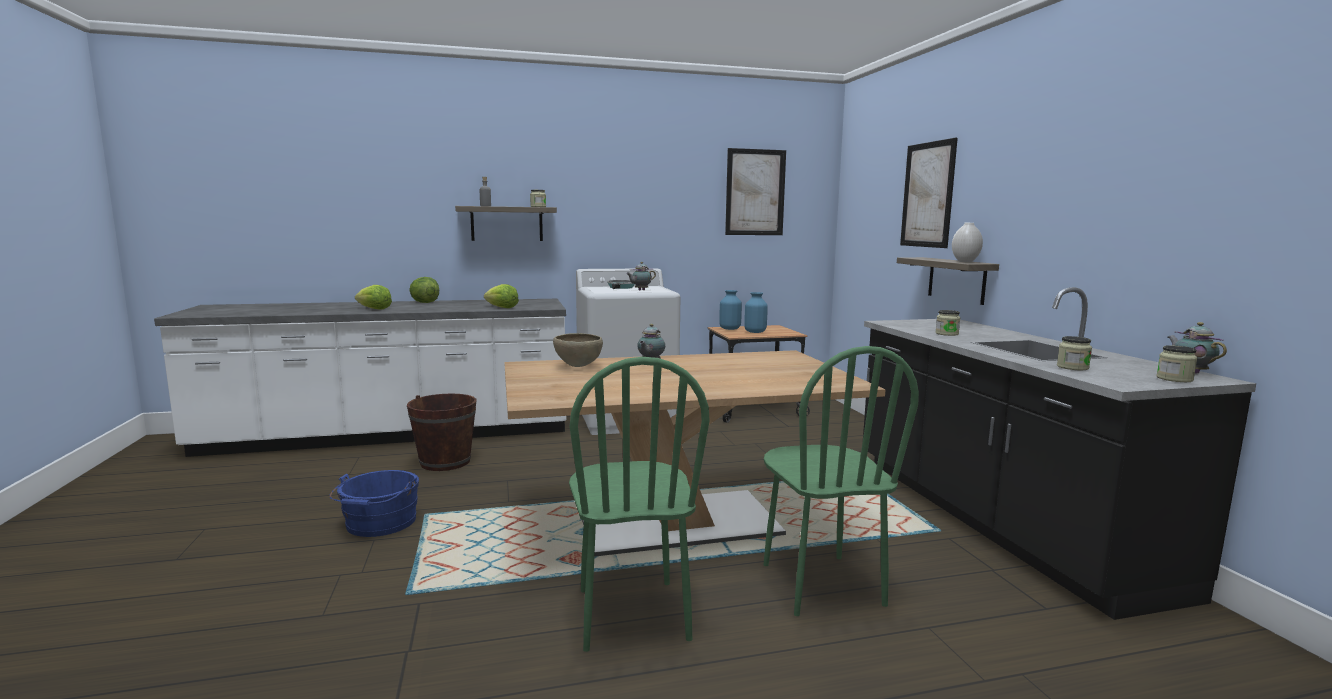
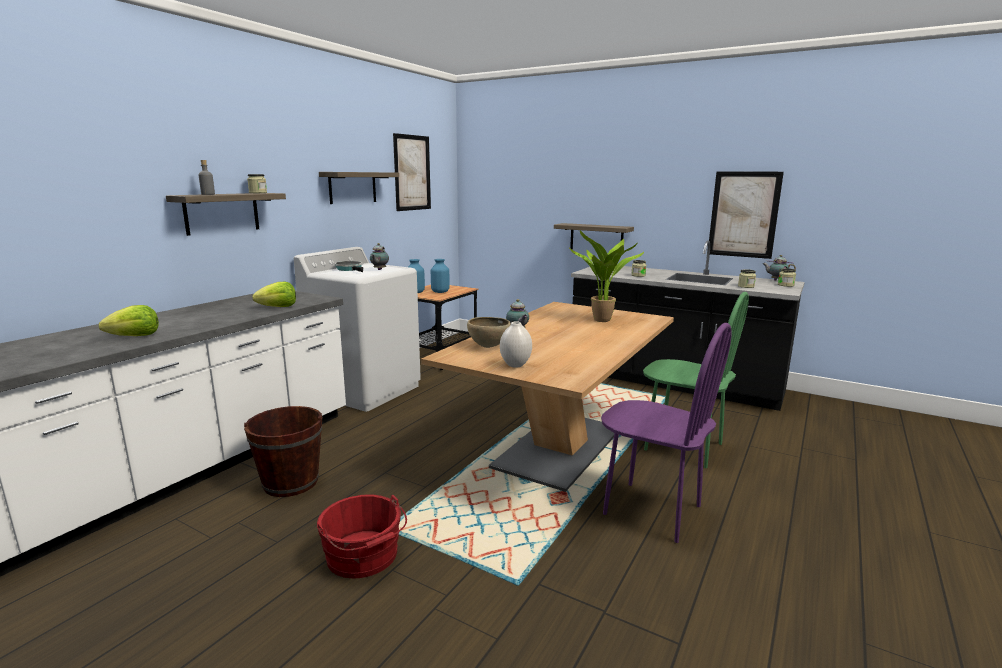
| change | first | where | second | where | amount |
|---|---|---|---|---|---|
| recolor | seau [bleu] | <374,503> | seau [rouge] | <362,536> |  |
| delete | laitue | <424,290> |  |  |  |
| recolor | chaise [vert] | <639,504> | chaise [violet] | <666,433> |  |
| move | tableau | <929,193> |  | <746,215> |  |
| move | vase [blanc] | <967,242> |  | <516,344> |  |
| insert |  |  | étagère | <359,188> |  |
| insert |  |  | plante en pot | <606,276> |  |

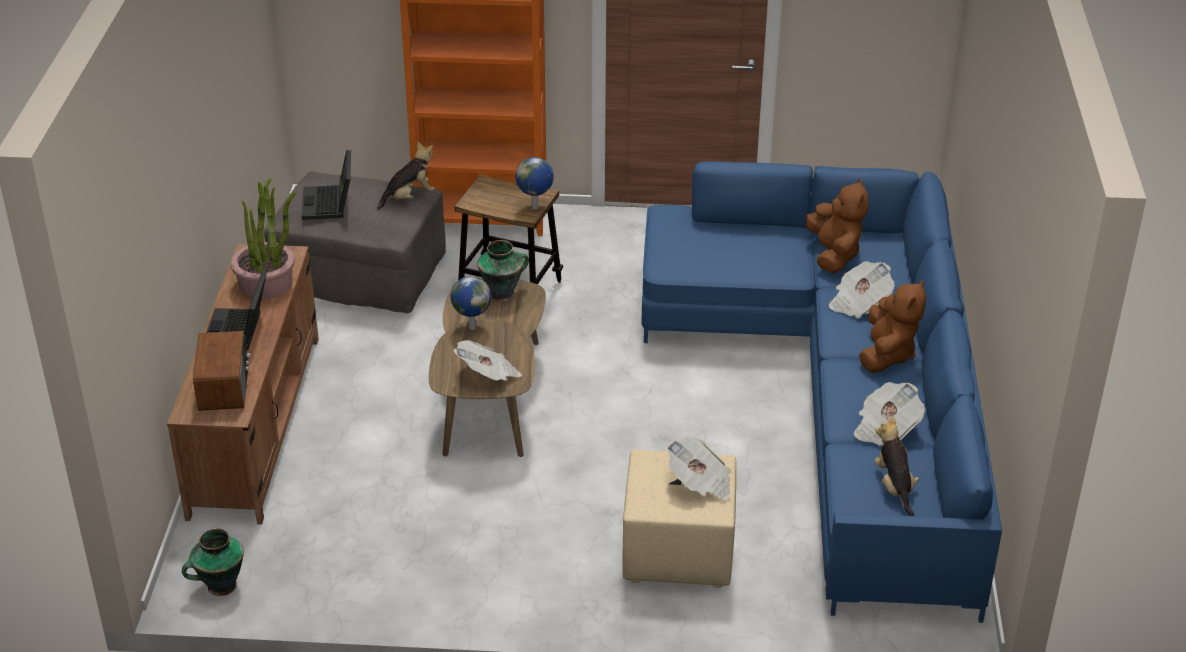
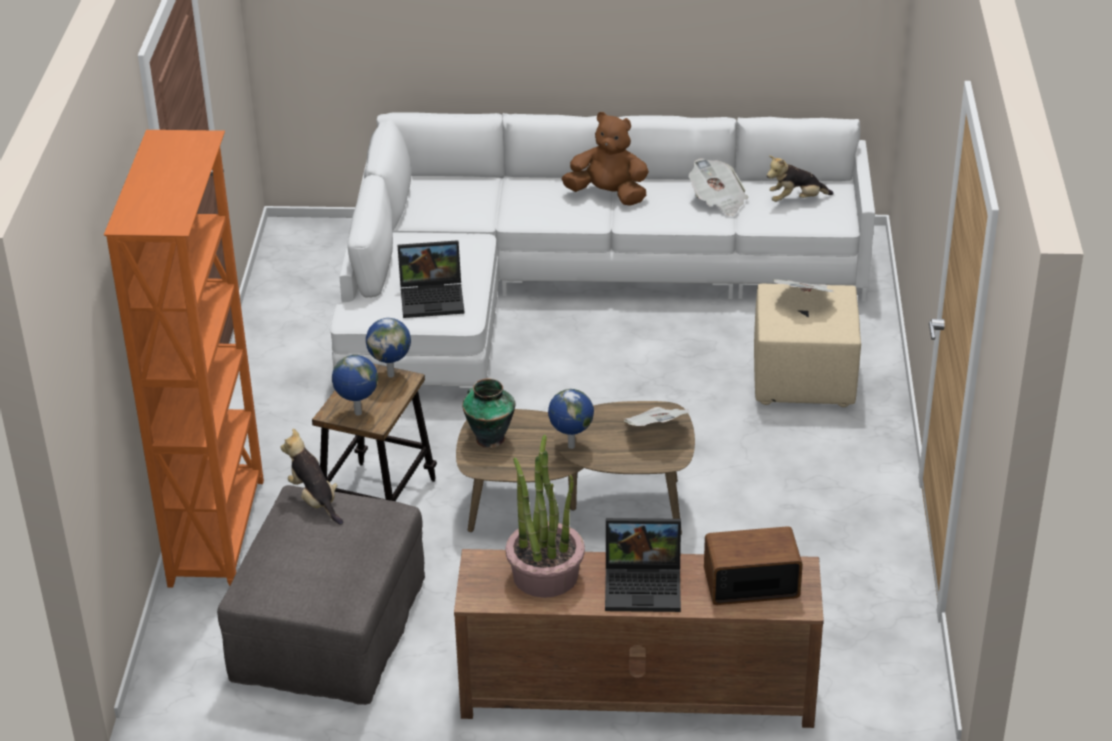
| change | first | where | second | where | amount |
|---|---|---|---|---|---|
| delete | vase | <213,562> |  |  |  |
| move | ordinateur portable | <326,185> |  | <431,279> |  |
| recolor | canapé [bleu] | <821,392> | canapé [blanc] | <602,250> |  |
| delete | peluche [marron] | <837,225> |  |  |  |
| delete | journal | <862,289> |  |  |  |
| insert |  |  | globe | <355,385> |  |

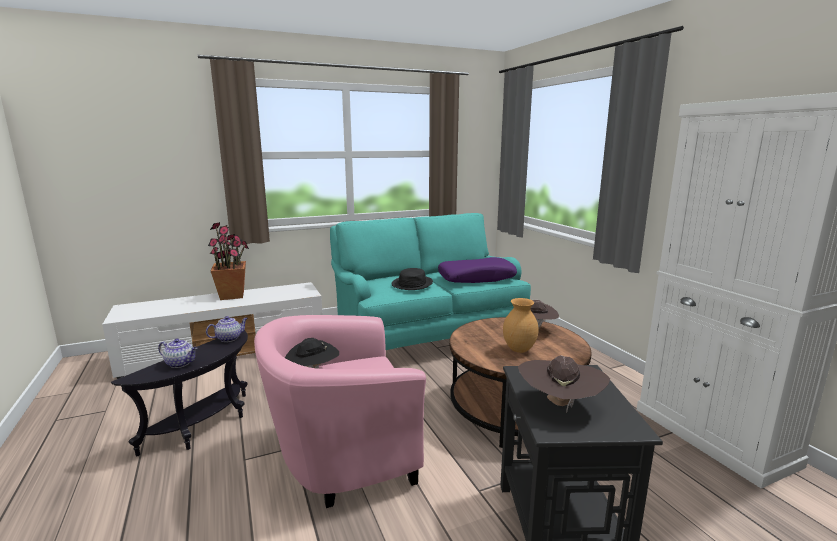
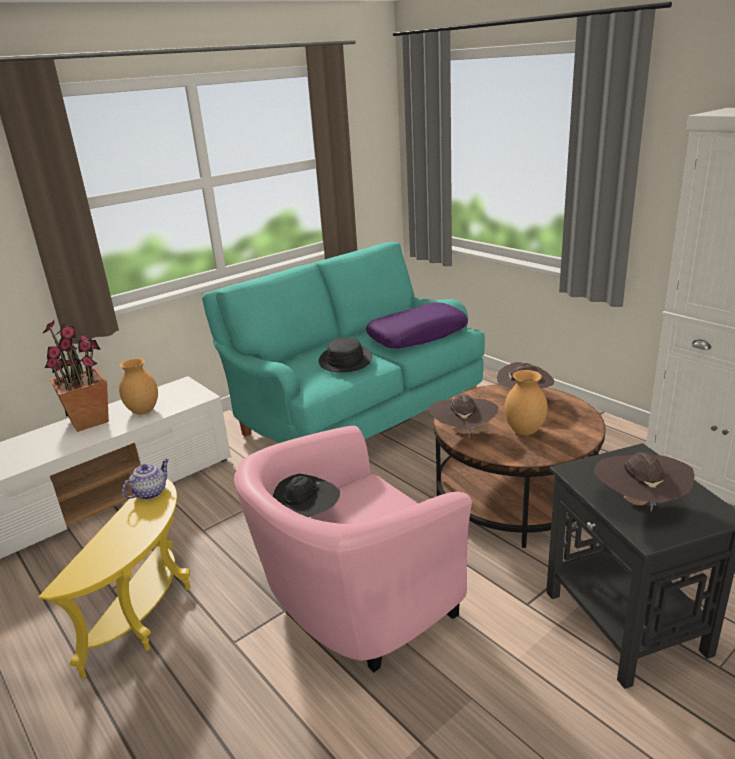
| change | first | where | second | where | amount |
|---|---|---|---|---|---|
| recolor | table d'appoint [noir] | <179,393> | table d'appoint [jaune] | <114,579> |  |
| delete | théière | <177,353> |  |  |  |
| insert |  |  | vase [marron] | <138,386> |  |
| insert |  |  | chapeau [marron] | <463,415> |  |

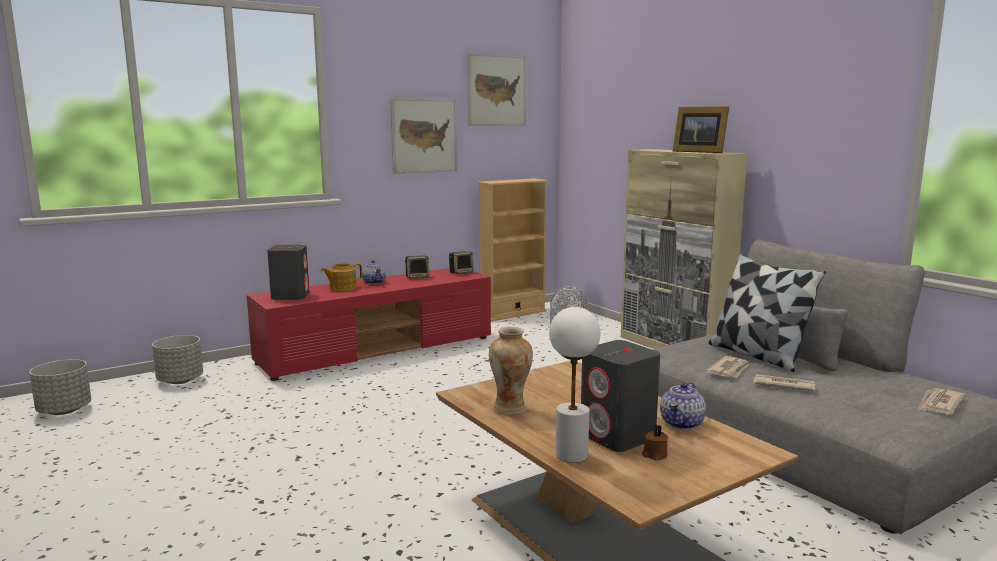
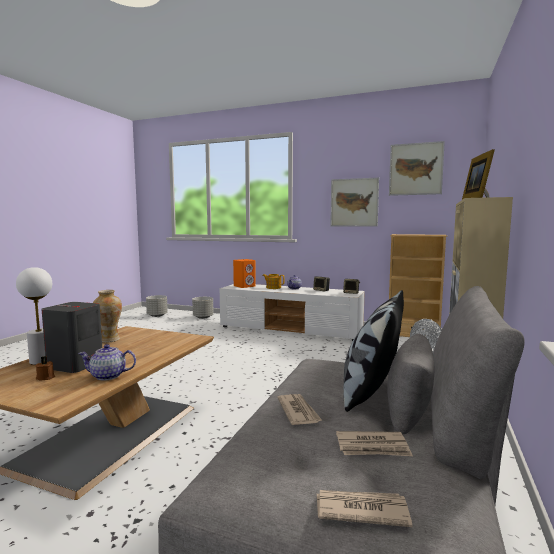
| change | first | where | second | where | amount |
|---|---|---|---|---|---|
| recolor | meuble télé [rouge] | <369,324> | meuble télé [blanc] | <292,312> |  |
| recolor | enceinte [gris] | <288,272> | enceinte [orange] | <244,273> |  |
| move | journal | <727,367> |  | <374,443> |  |

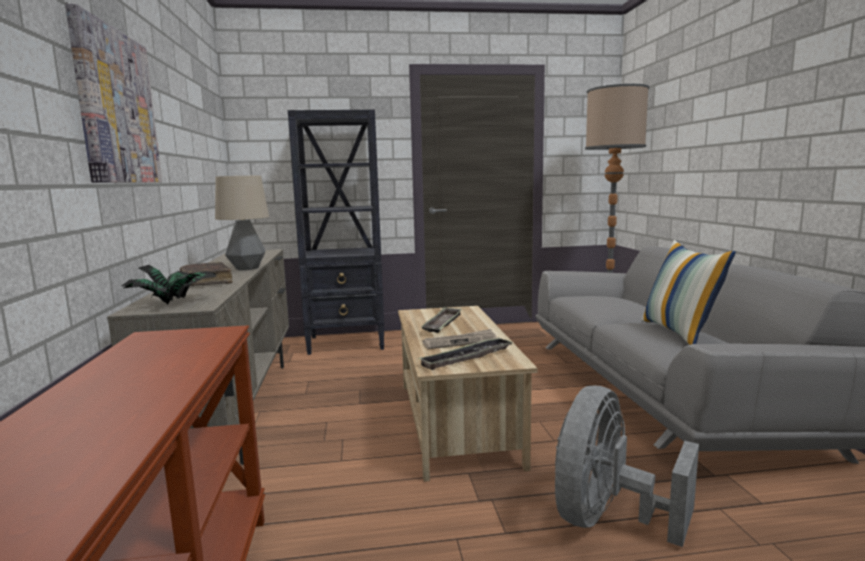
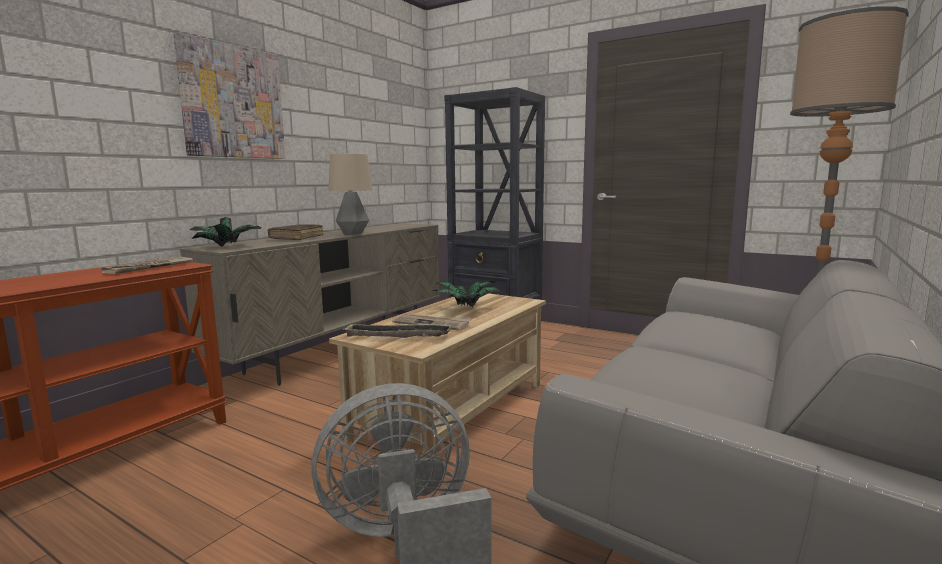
| change | first | where | second | where | amount |
|---|---|---|---|---|---|
| replace | plateau | <442,320> | plante en pot | <466,294> |  |
| delete | coussin | <688,292> |  |  |  |
| insert |  |  | journal | <147,265> |  |

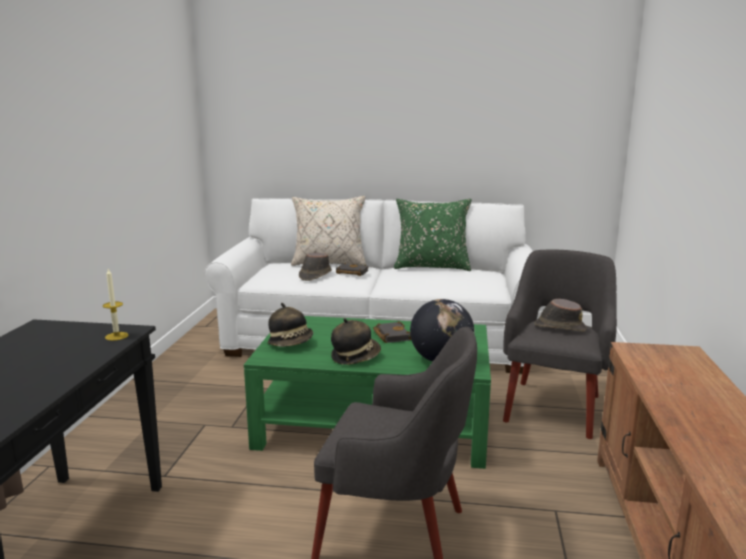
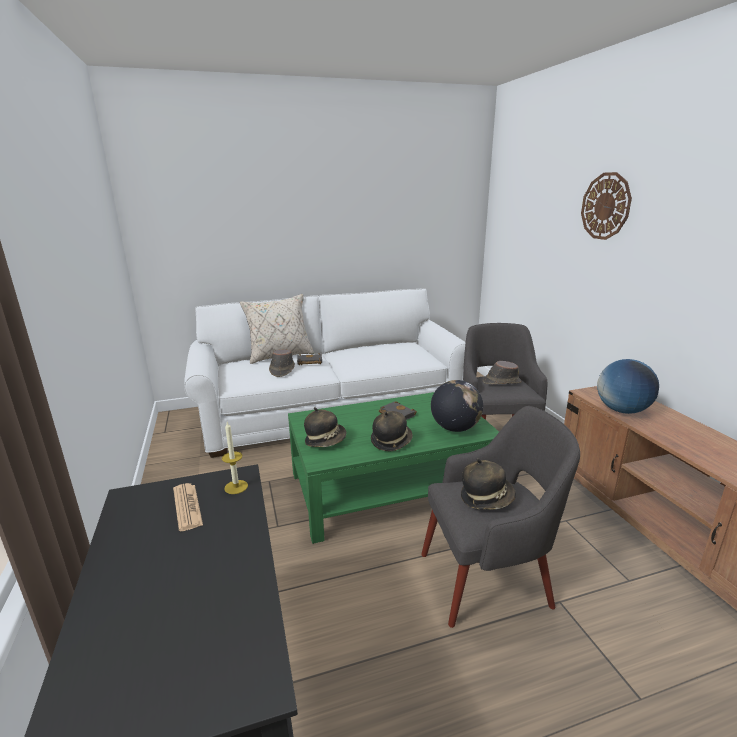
| change | first | where | second | where | amount |
|---|---|---|---|---|---|
| delete | coussin [vert] | <432,235> |  |  |  |
| insert |  |  | journal | <188,507> |  |
| insert |  |  | chapeau | <488,483> |  |
| insert |  |  | horloge murale | <606,206> |  |
| insert |  |  | globe | <628,386> |  |

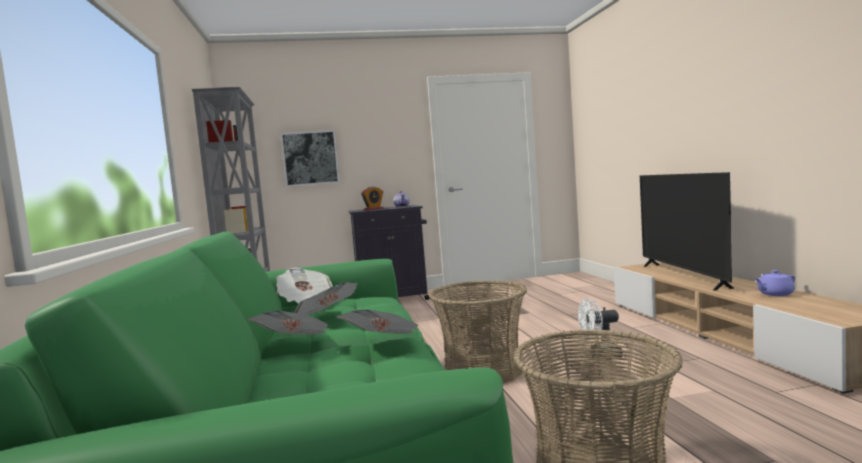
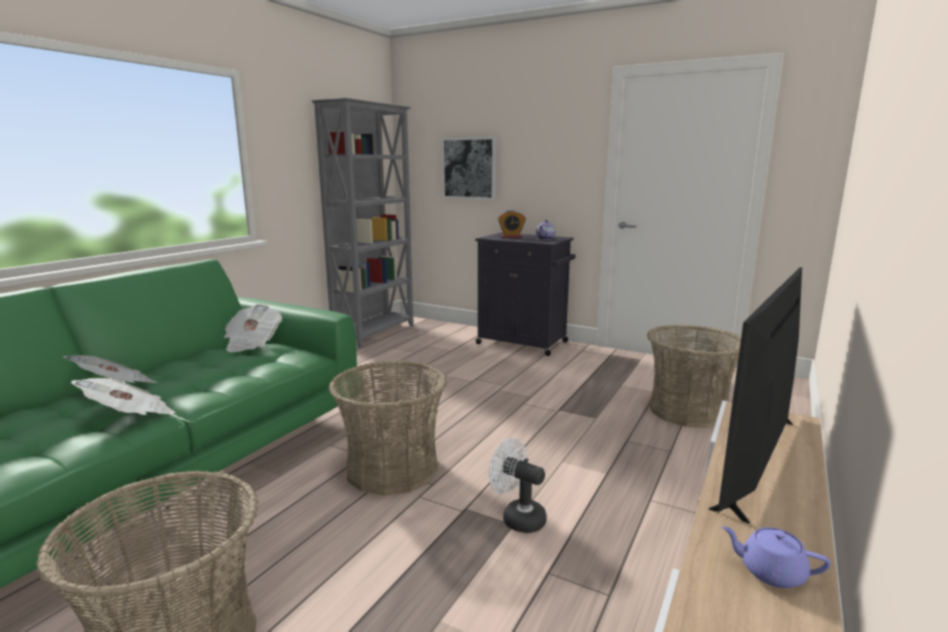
| change | first | where | second | where | amount |
|---|---|---|---|---|---|
| delete | journal | <326,298> |  |  |  |
| insert |  |  | panier | <694,376> |  |

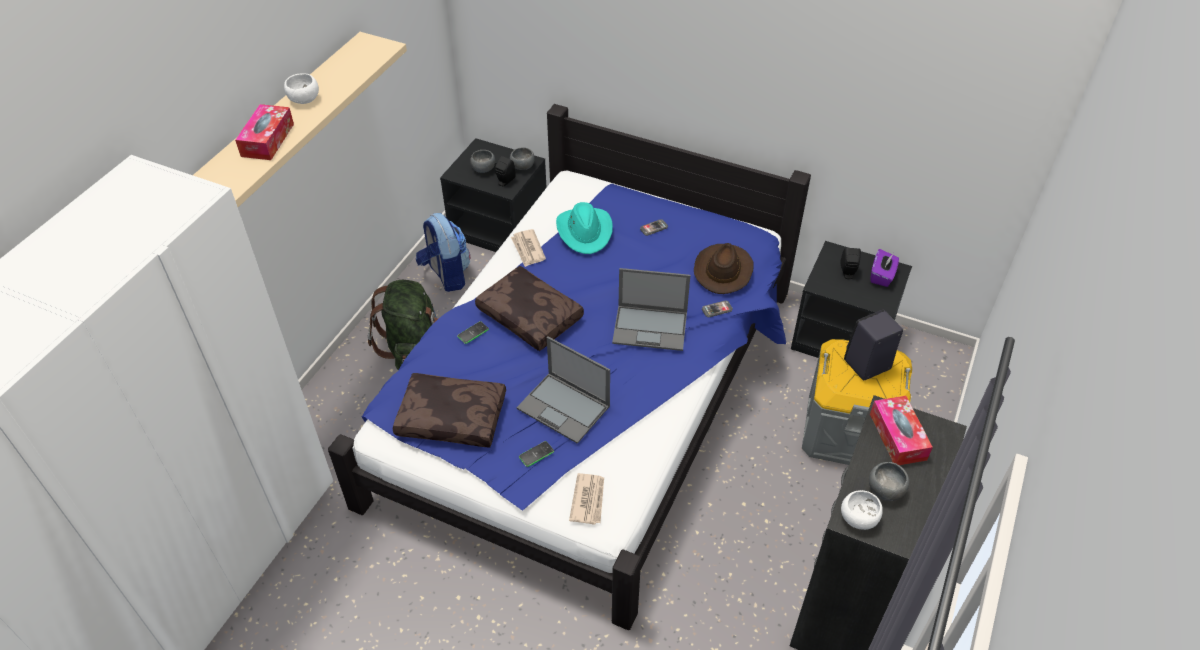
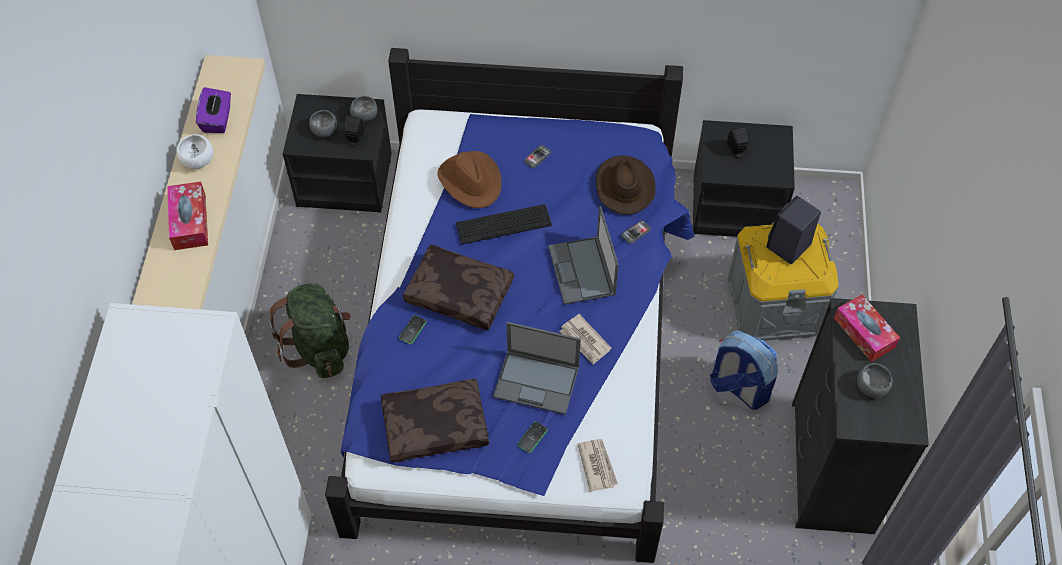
| change | first | where | second | where | amount |
|---|---|---|---|---|---|
| move | sac à dos | <443,252> |  | <743,370> |  |
| move | journal | <528,248> |  | <585,339> |  |
| recolor | chapeau [turquoise] | <584,228> | chapeau [marron] | <469,179> |  |
| rotate | ordinateur portable | <651,309> |  | <583,255> | 90 degrees clockwise |
| delete | bol [blanc] | <862,510> |  |  |  |
| move | boîte à mouchoirs [violet] | <884,268> |  | <213,110> |  |
| insert |  |  | clavier | <504,224> |  |

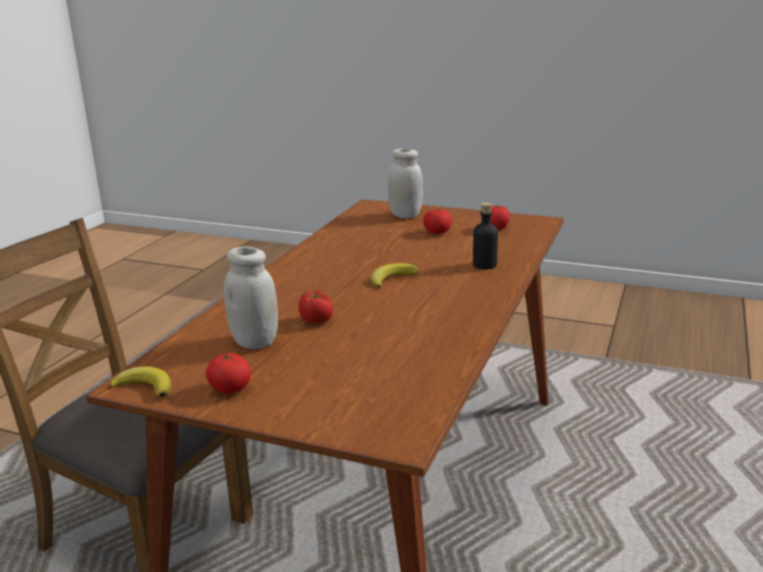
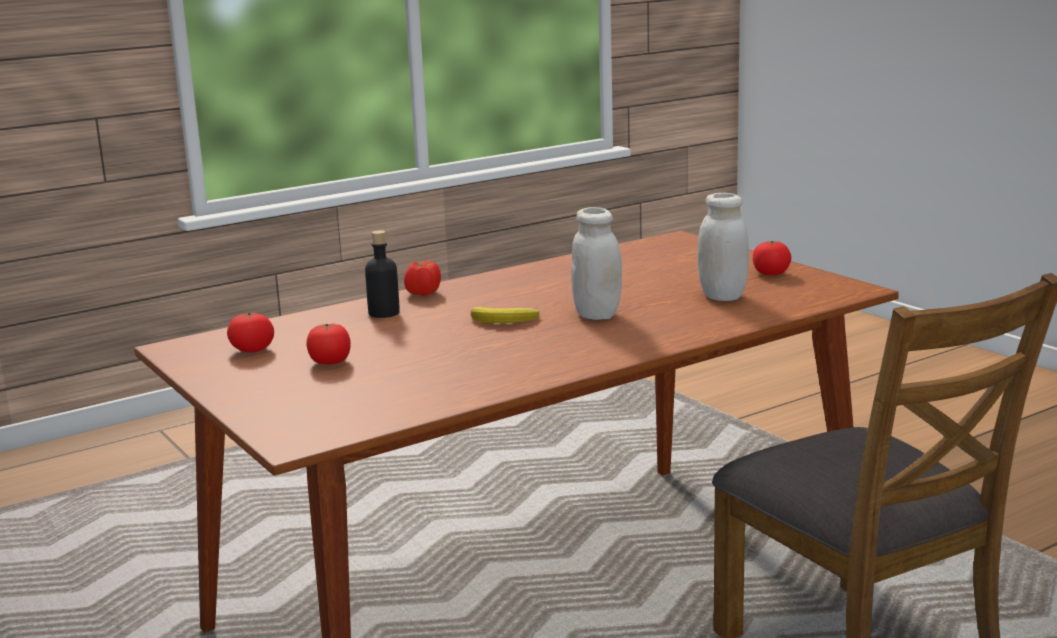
| change | first | where | second | where | amount |
|---|---|---|---|---|---|
| delete | banane | <140,382> |  |  |  |
| move | tomate | <315,307> |  | <422,278> |  |
| move | bocal [blanc] | <405,183> |  | <596,263> |  |

